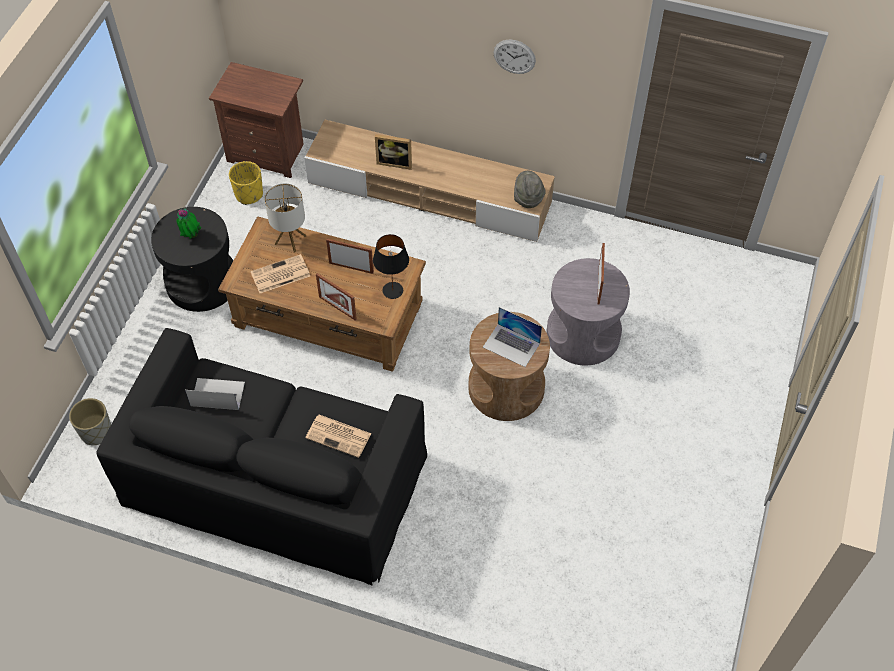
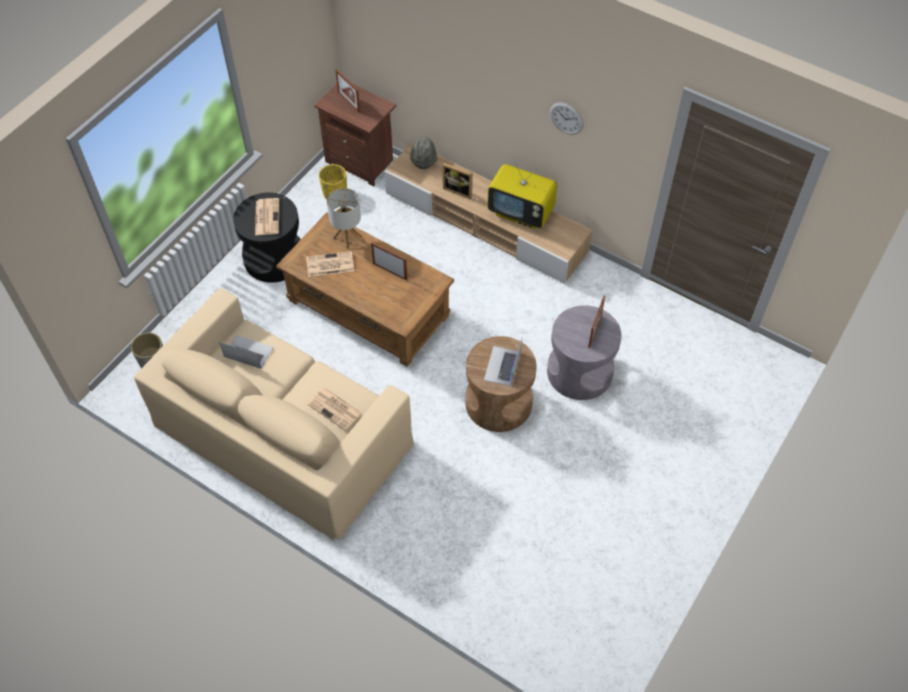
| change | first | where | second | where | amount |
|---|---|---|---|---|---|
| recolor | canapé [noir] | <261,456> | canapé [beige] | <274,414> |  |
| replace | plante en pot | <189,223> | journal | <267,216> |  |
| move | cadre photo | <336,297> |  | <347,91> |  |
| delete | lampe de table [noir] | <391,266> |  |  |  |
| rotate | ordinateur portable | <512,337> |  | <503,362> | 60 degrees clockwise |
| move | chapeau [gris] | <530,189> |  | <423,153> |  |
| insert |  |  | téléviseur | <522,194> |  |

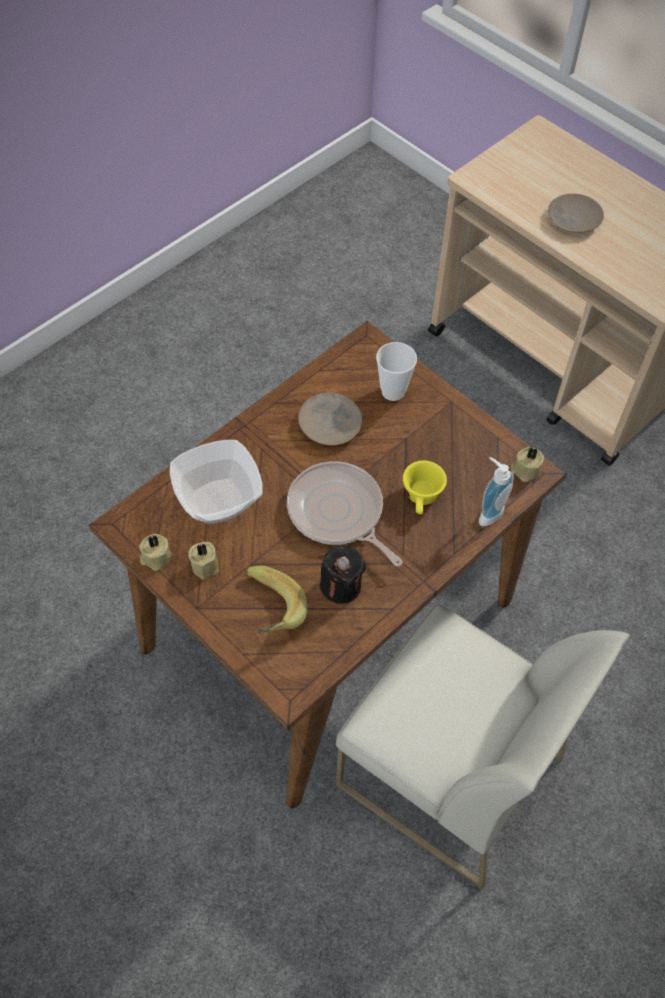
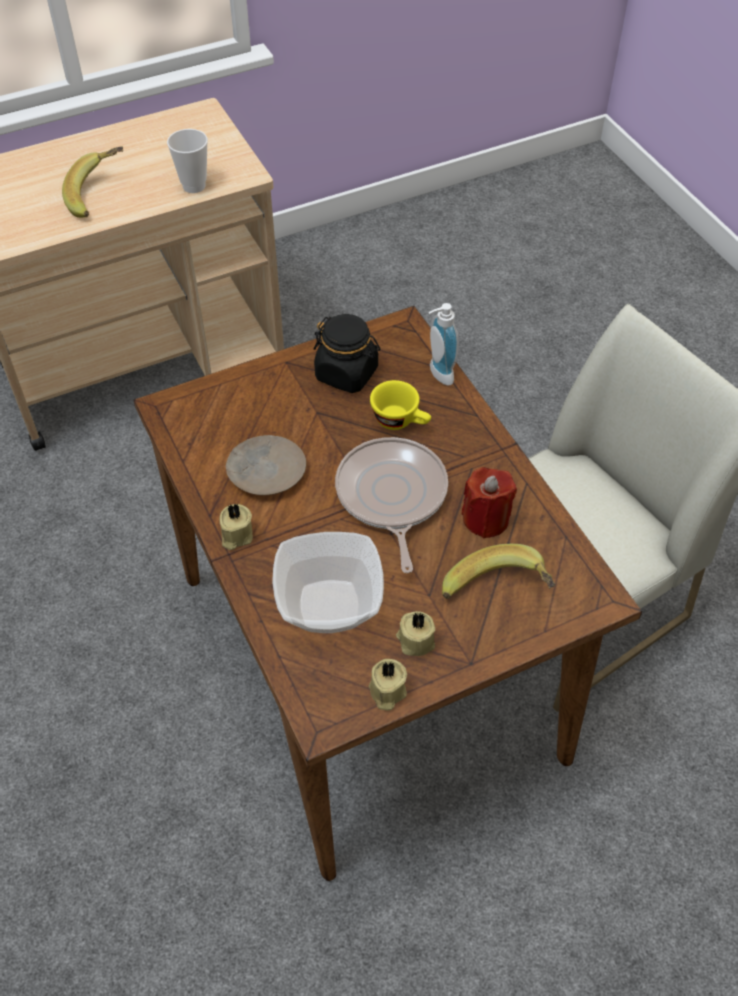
| change | first | where | second | where | amount |
|---|---|---|---|---|---|
| rotate | poêle | <345,513> |  | <391,505> | 105 degrees clockwise |
| recolor | bougie [noir] | <343,575> | bougie [rouge] | <489,502> |  |
| move | tasse | <396,371> |  | <187,161> |  |
| move | bougie [beige] | <527,464> |  | <236,527> |  |
| replace | assiette [beige] | <576,213> | banane | <92,182> |  |
| insert |  |  | bocal [noir] | <347,353> |  |

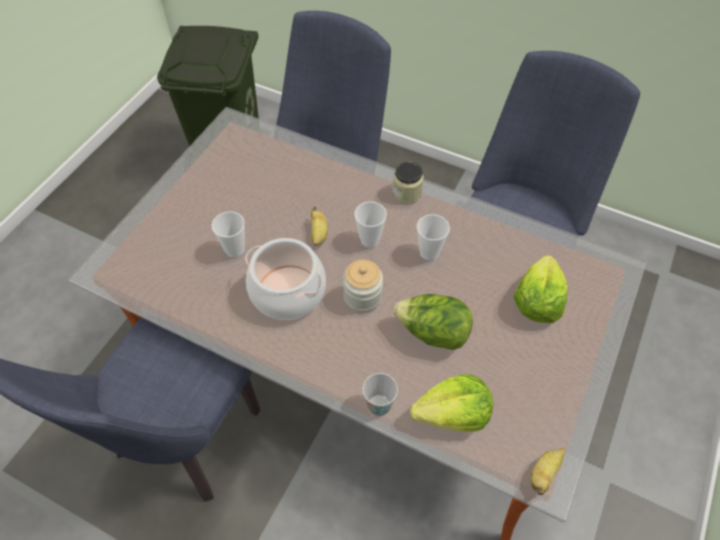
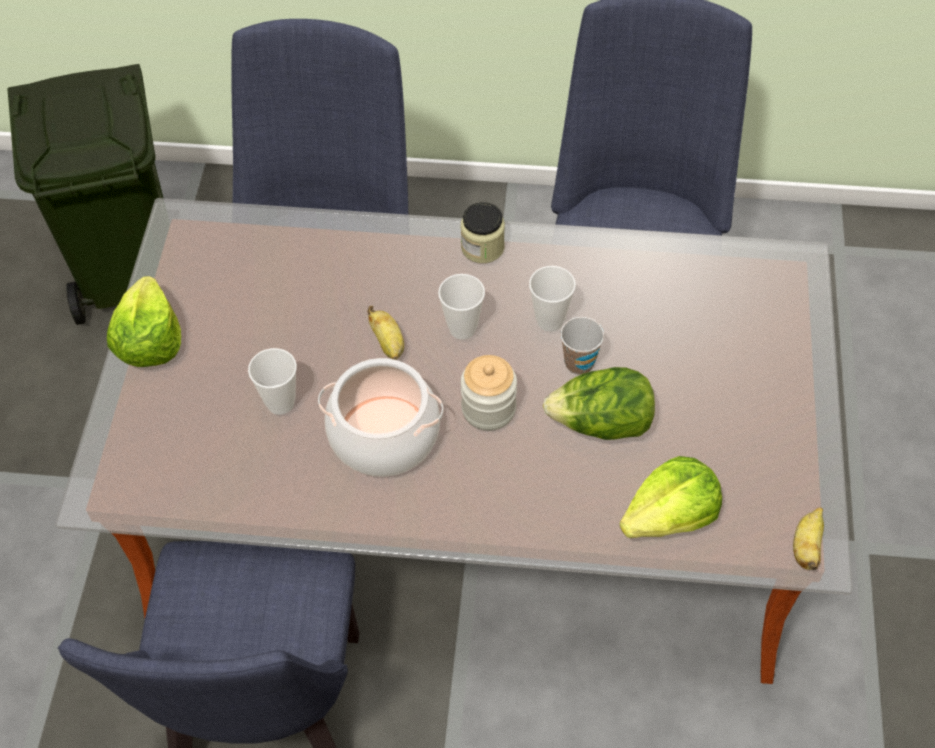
| change | first | where | second | where | amount |
|---|---|---|---|---|---|
| move | tasse | <380,394> |  | <582,346> |  |
| move | laitue | <540,289> |  | <144,321> |  |

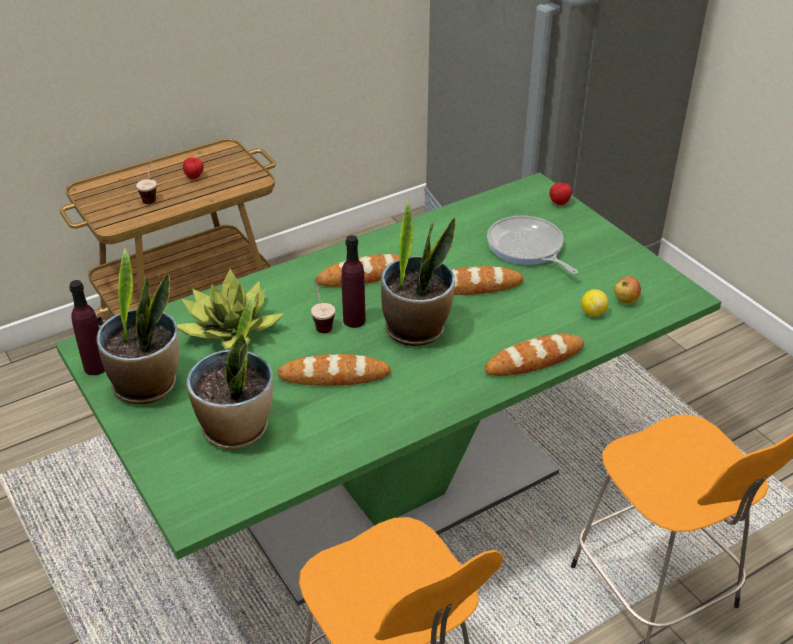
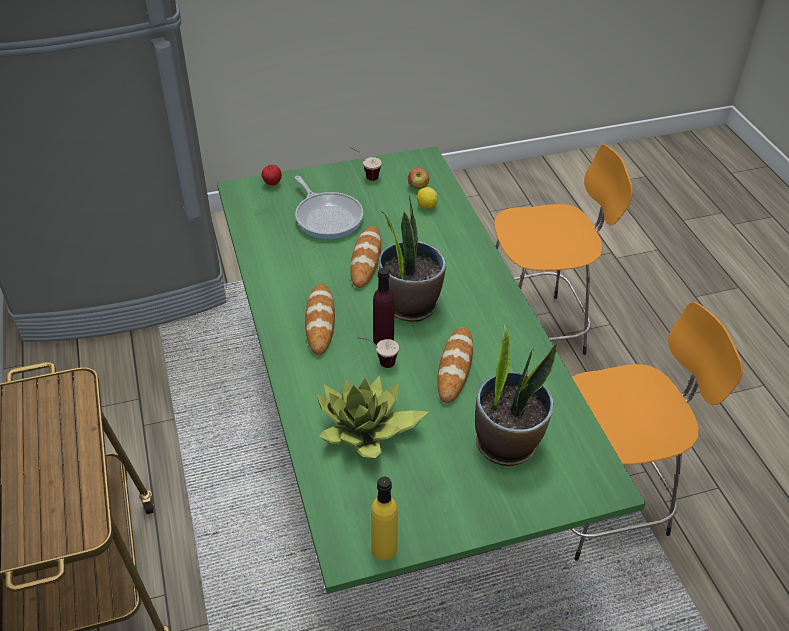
| change | first | where | second | where | amount |
|---|---|---|---|---|---|
| recolor | bouteille [violet] | <87,327> | bouteille [jaune] | <384,518> |  |
| delete | plante en pot | <138,326> |  |  |  |
| move | tasse | <146,181> |  | <366,164> |  |
| delete | pomme | <193,168> |  |  |  |
| delete | pain | <534,355> |  |  |  |
| rotate | poêle | <532,245> |  | <329,207> | 105 degrees counterclockwise |

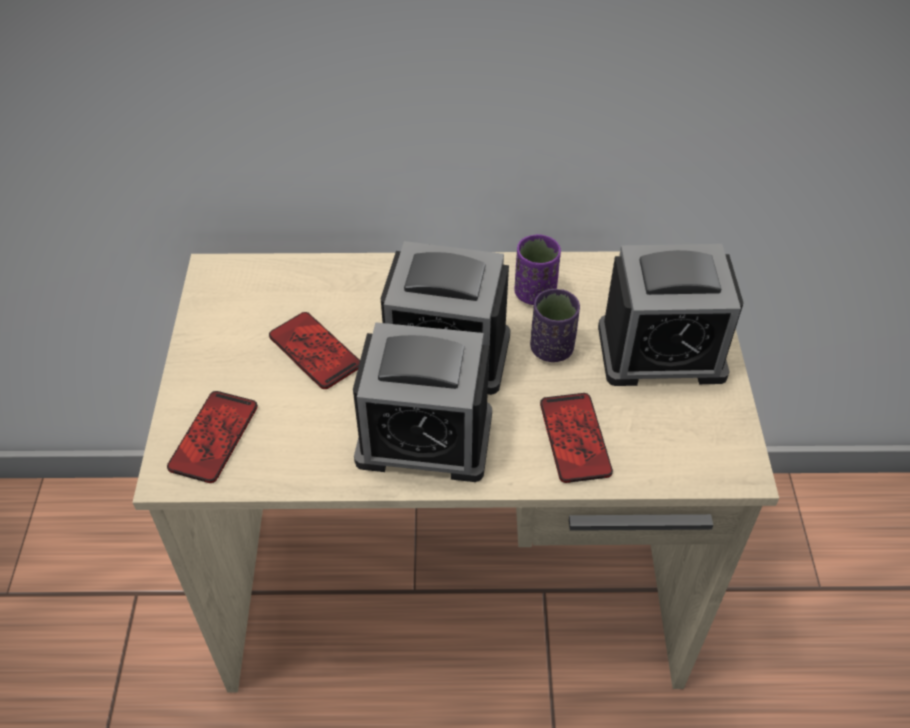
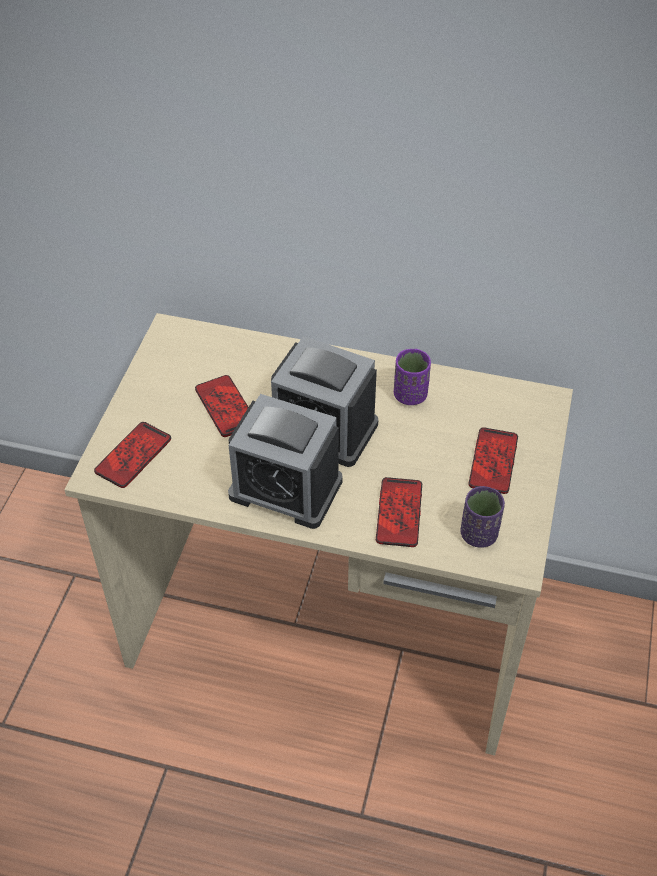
| change | first | where | second | where | amount |
|---|---|---|---|---|---|
| move | tasse [violet] | <555,325> |  | <483,516> |  |
| replace | réveil | <670,315> | téléphone | <493,460> |  |

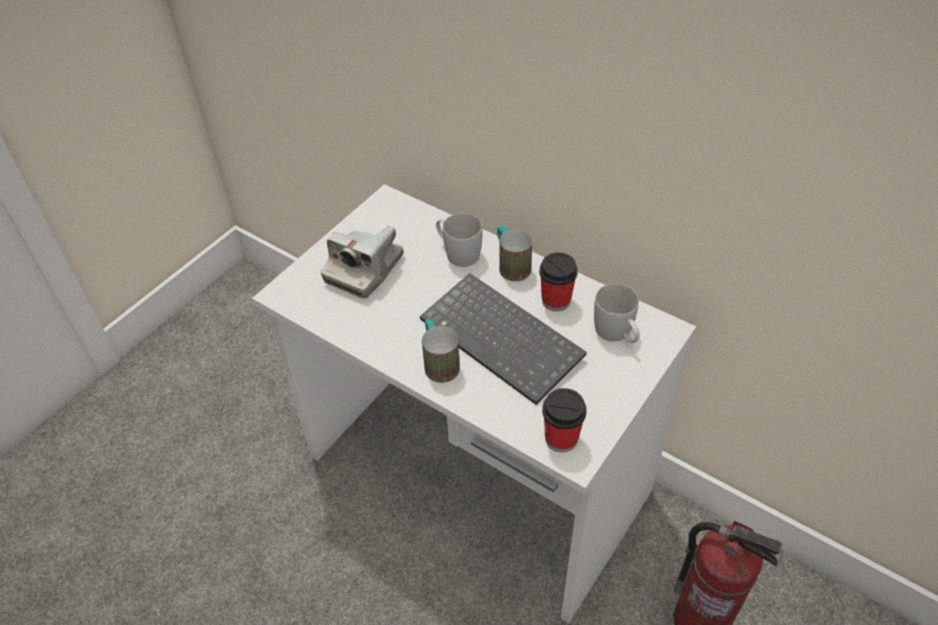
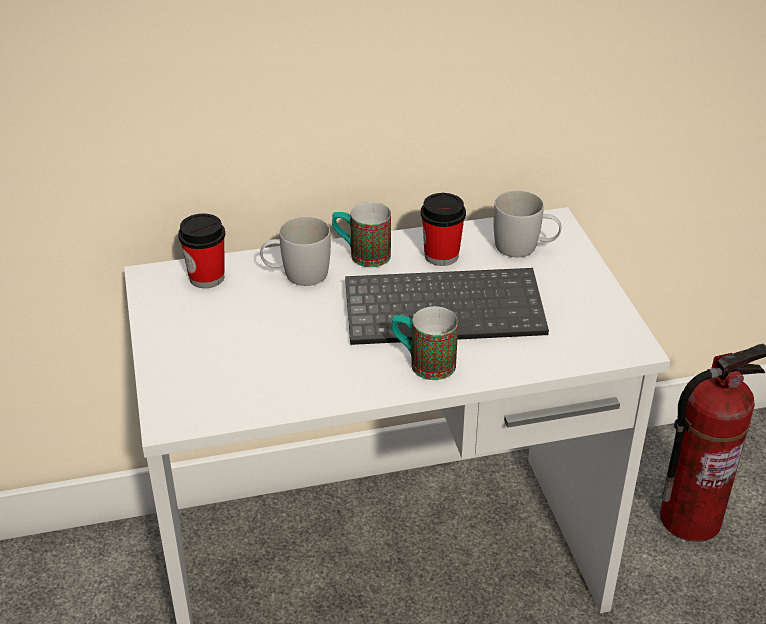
| change | first | where | second | where | amount |
|---|---|---|---|---|---|
| delete | appareil photo | <362,262> |  |  |  |
| move | tasse | <564,420> |  | <201,251> |  |

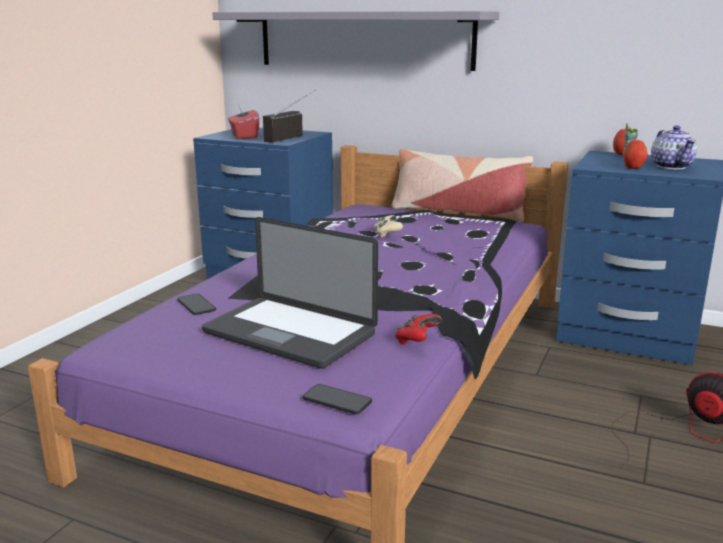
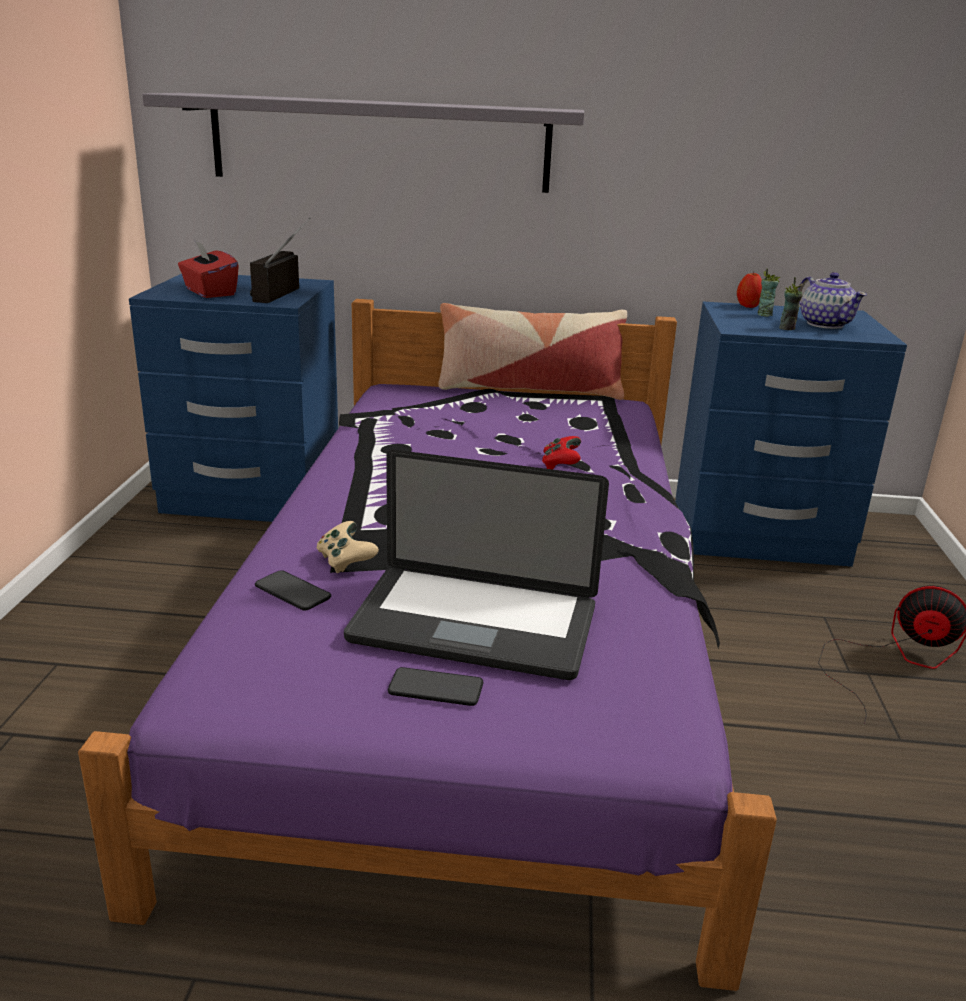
| change | first | where | second | where | amount |
|---|---|---|---|---|---|
| move | téléphone | <337,399> |  | <435,686> |  |
| move | manette [beige] | <388,226> |  | <348,547> |  |
| move | manette [rouge] | <418,329> |  | <561,453> |  |
| replace | pomme | <636,153> | tasse | <791,303> |  |

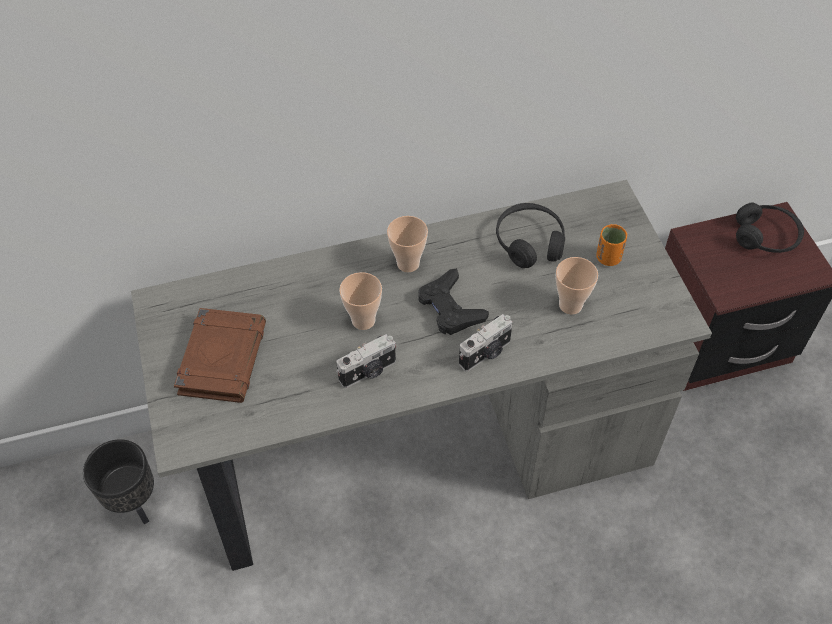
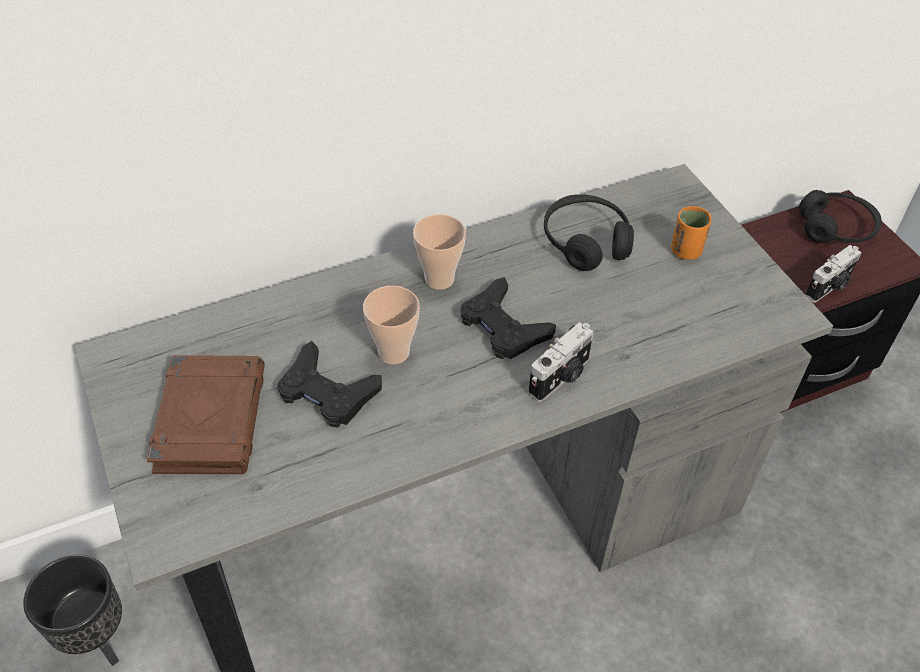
| change | first | where | second | where | amount |
|---|---|---|---|---|---|
| move | appareil photo | <366,361> |  | <833,274> |  |
| delete | tasse | <576,286> |  |  |  |
| insert |  |  | manette [noir] | <329,384> |  |

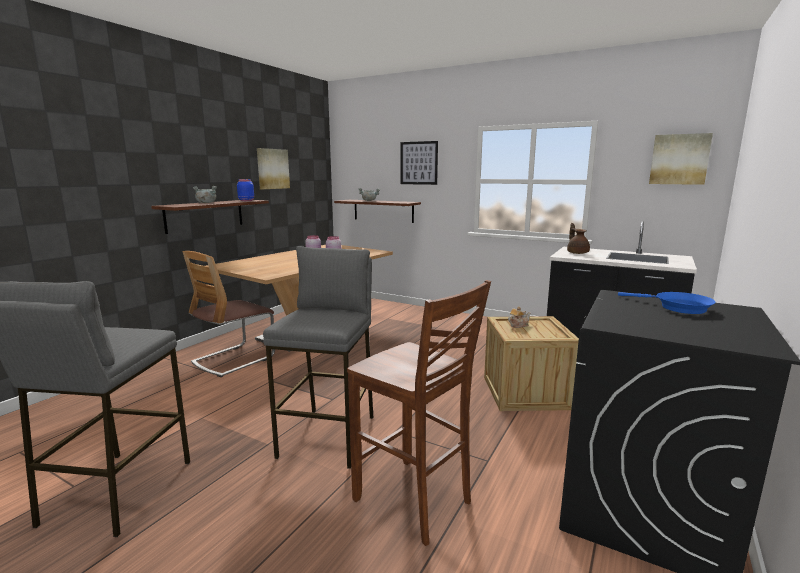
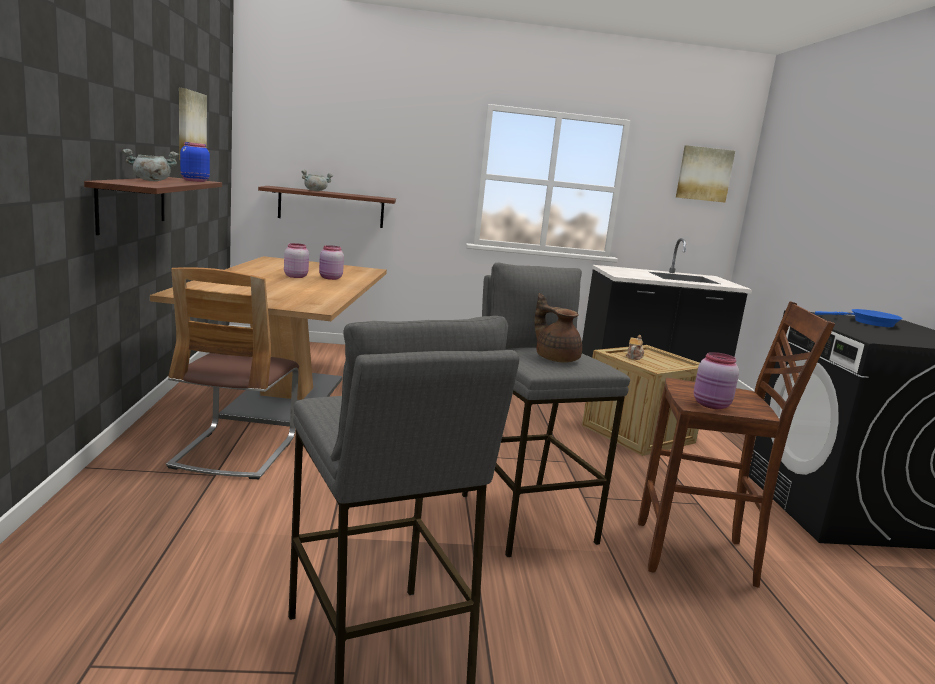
| change | first | where | second | where | amount |
|---|---|---|---|---|---|
| delete | tableau | <419,163> |  |  |  |
| move | théière [marron] | <578,238> |  | <558,328> |  |
| insert |  |  | bocal [rose] | <716,380> |  |

